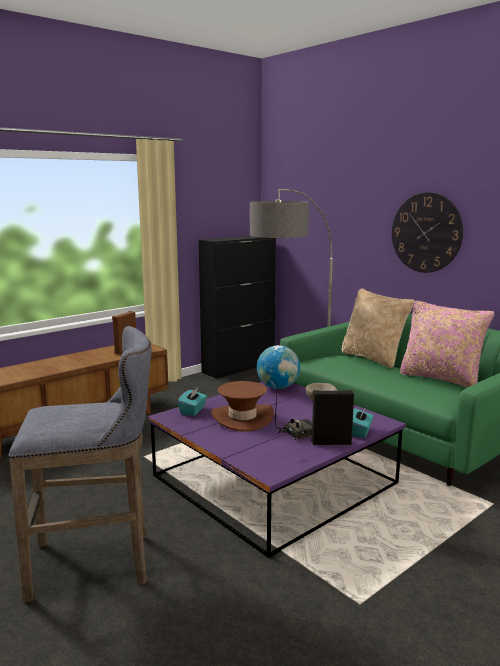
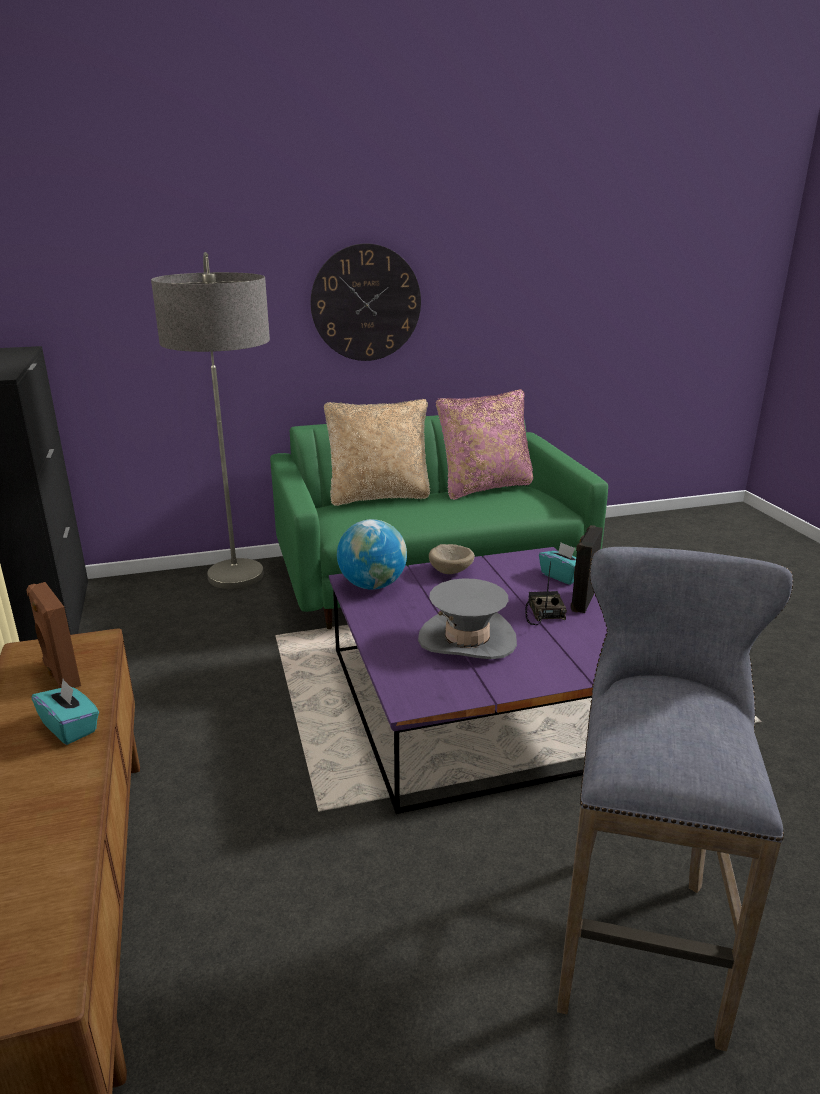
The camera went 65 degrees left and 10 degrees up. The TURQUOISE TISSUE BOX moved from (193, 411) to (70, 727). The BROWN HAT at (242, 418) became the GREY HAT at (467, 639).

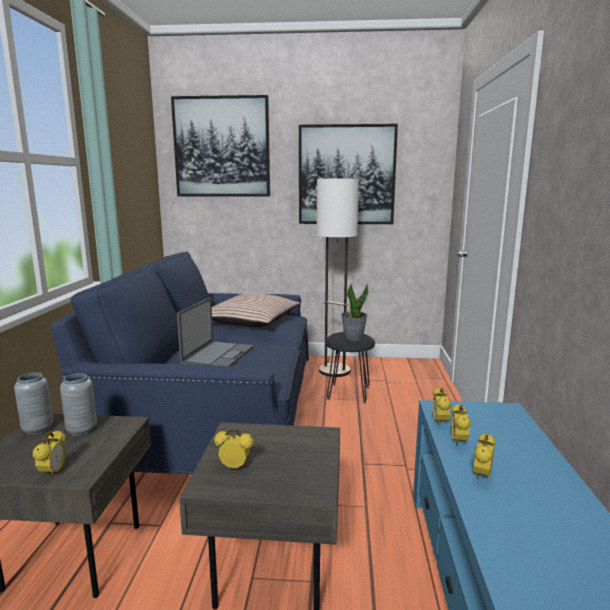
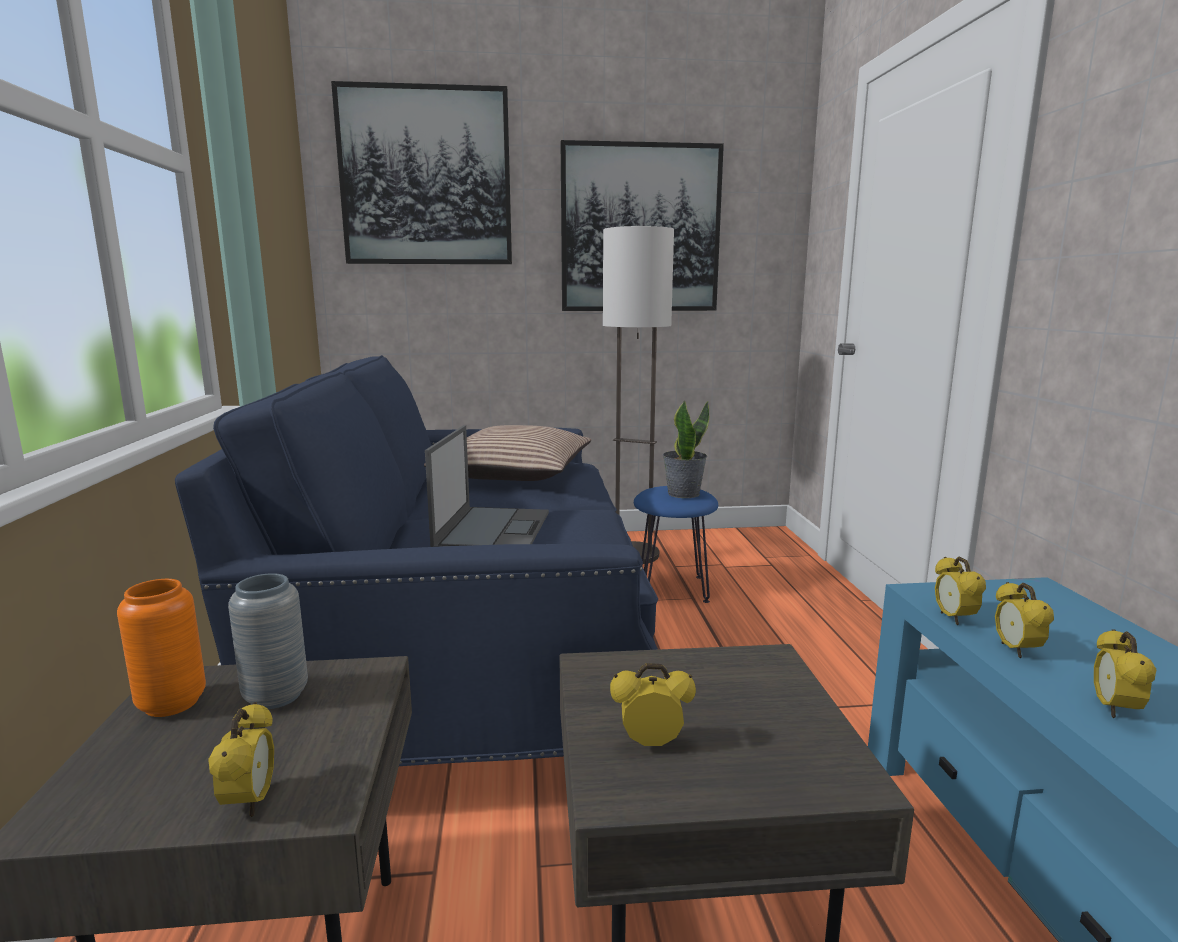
The camera went 10 degrees left and 0 degrees up. The GREY VASE at (38, 429) became the ORANGE VASE at (172, 703). The BLACK STOOL at (348, 393) became the BLUE STOOL at (673, 588).

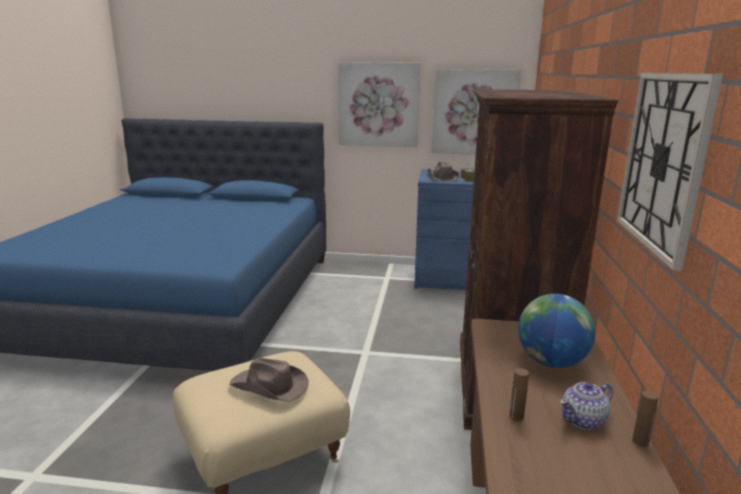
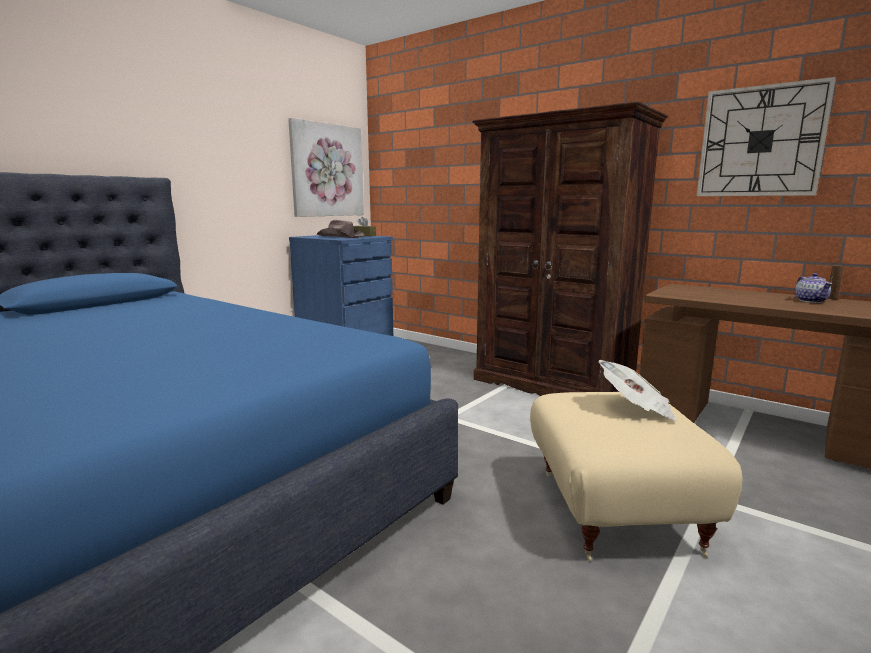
The camera went 60 degrees left and 5 degrees down. The PICTURE at (378, 105) disappeared. The BROWN BOTTLE at (516, 416) disappeared. The GLOBE at (551, 362) disappeared. The BROWN HAT at (270, 386) was replaced by the NEWSPAPER at (636, 409).

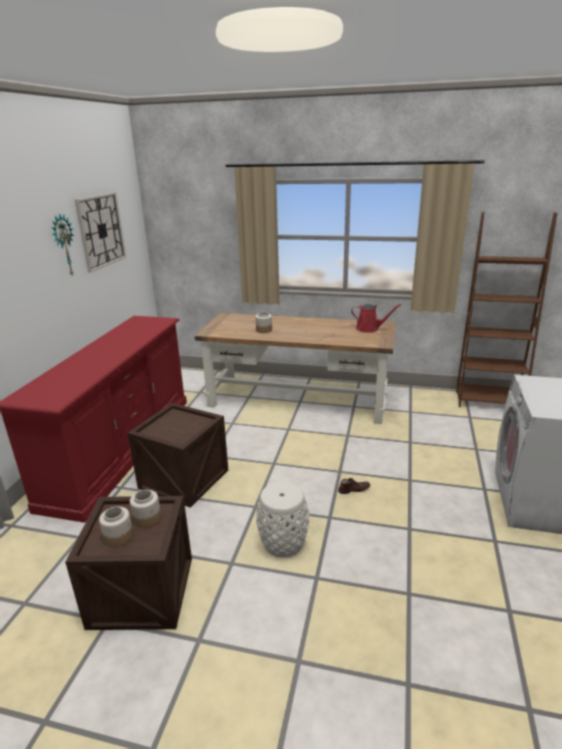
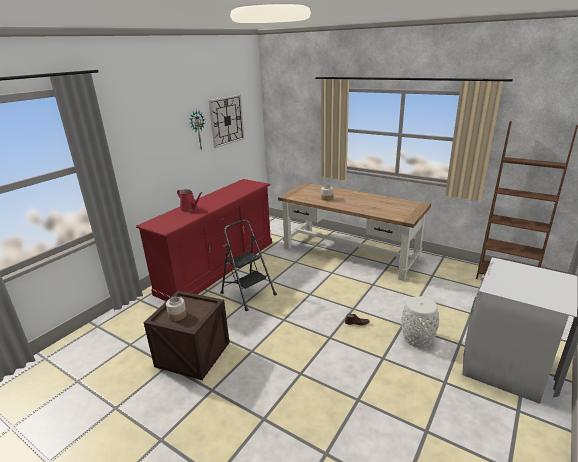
The camera went 20 degrees right and 0 degrees up. The JAR at (147, 518) disappeared. The WHITE STOOL moved from (283, 543) to (417, 338). The RED WATERING CAN moved from (369, 329) to (190, 209). The CRATE at (184, 479) was replaced by the BLACK STEP LADDER at (247, 292).

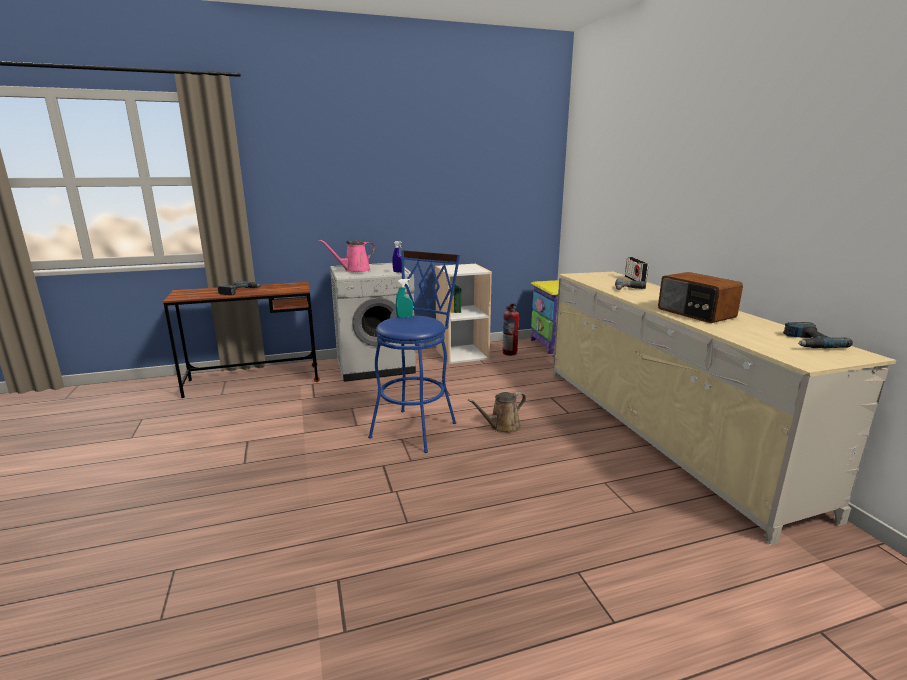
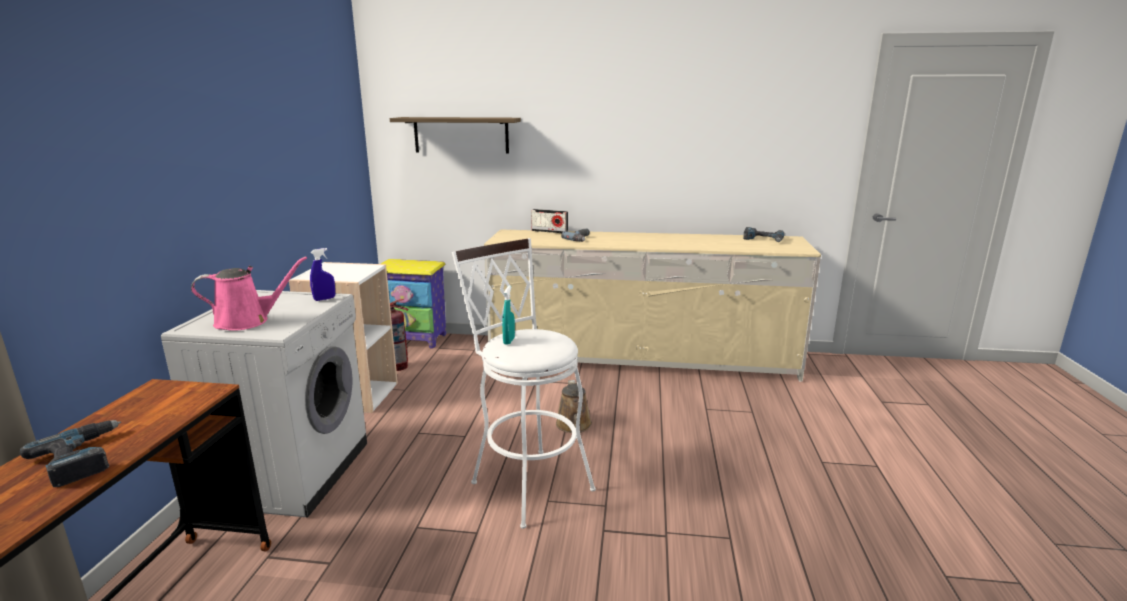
The camera went 65 degrees left and 0 degrees up. The RADIO at (695, 313) disappeared. The SHELF at (461, 135) appeared. The BLUE STOOL at (417, 426) became the WHITE STOOL at (527, 481). The PINK WATERING CAN at (354, 270) turned 105 degrees counterclockwise.

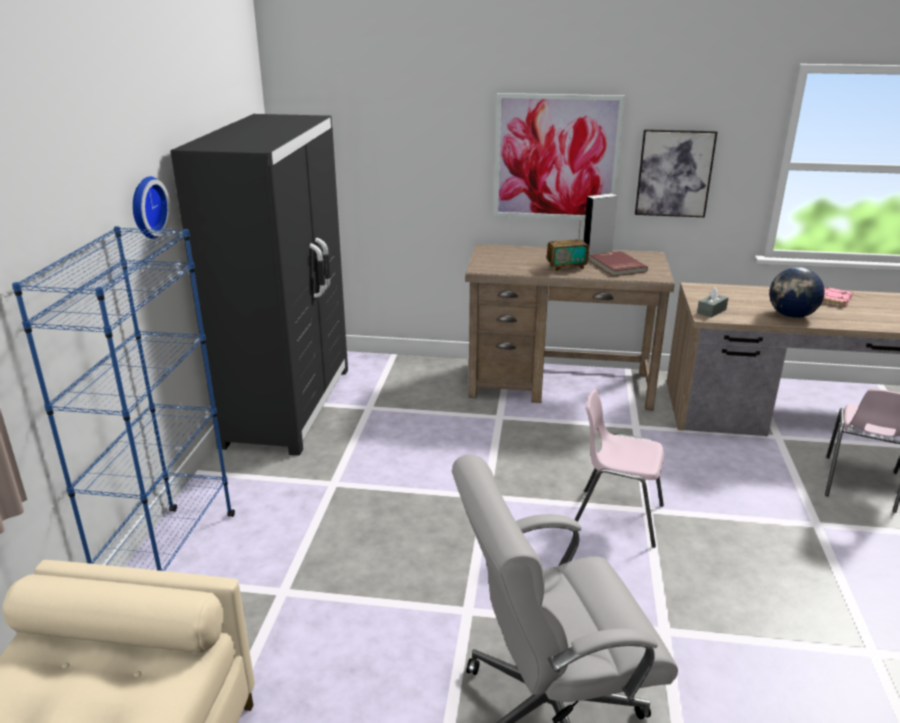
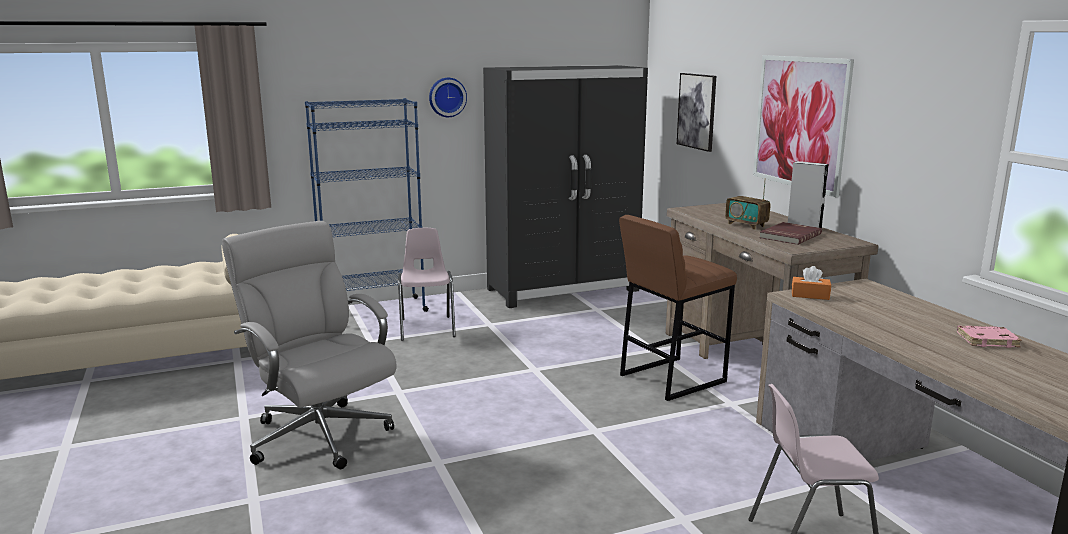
The camera went 60 degrees right and 10 degrees down. The GLOBE at (791, 316) disappeared. The BROWN STOOL at (670, 379) appeared. The PINK CHAIR moved from (617, 516) to (427, 328). The PICTURE moved from (674, 173) to (697, 111). The GREY TISSUE BOX at (711, 311) became the ORANGE TISSUE BOX at (810, 295).

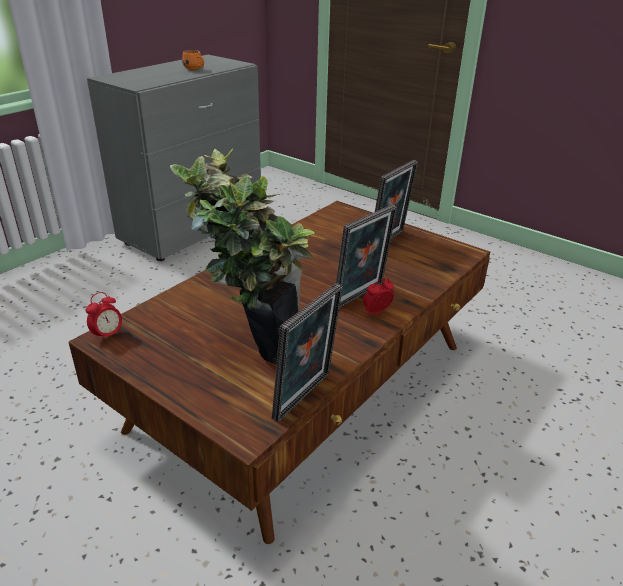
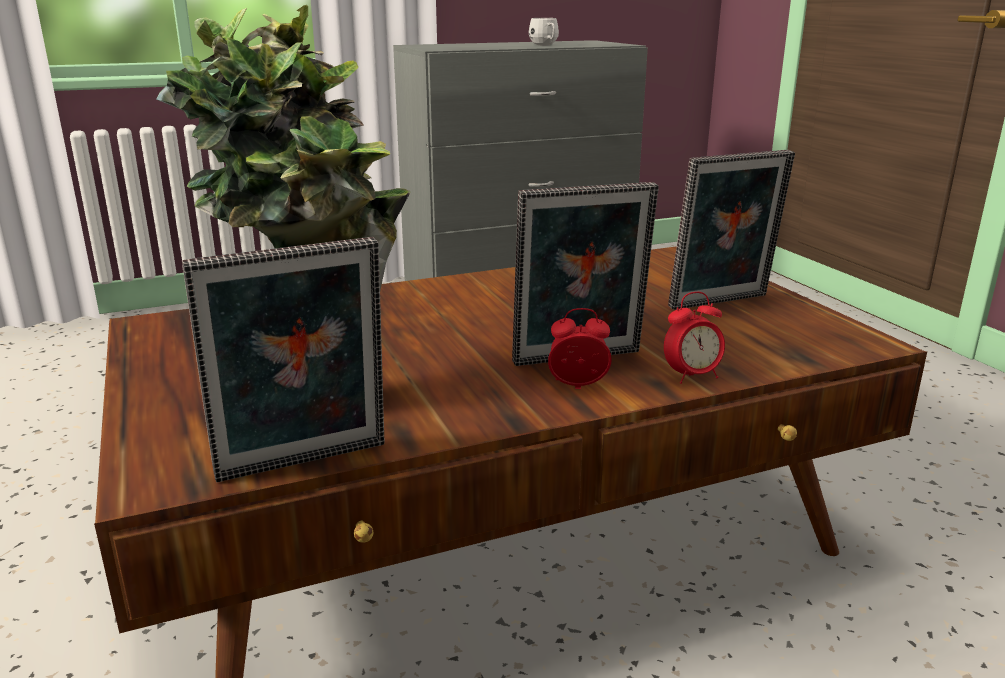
The camera went 30 degrees right and 10 degrees down. The ALARM CLOCK moved from (108, 335) to (692, 376). The ORANGE MUG at (195, 70) became the WHITE MUG at (545, 45).

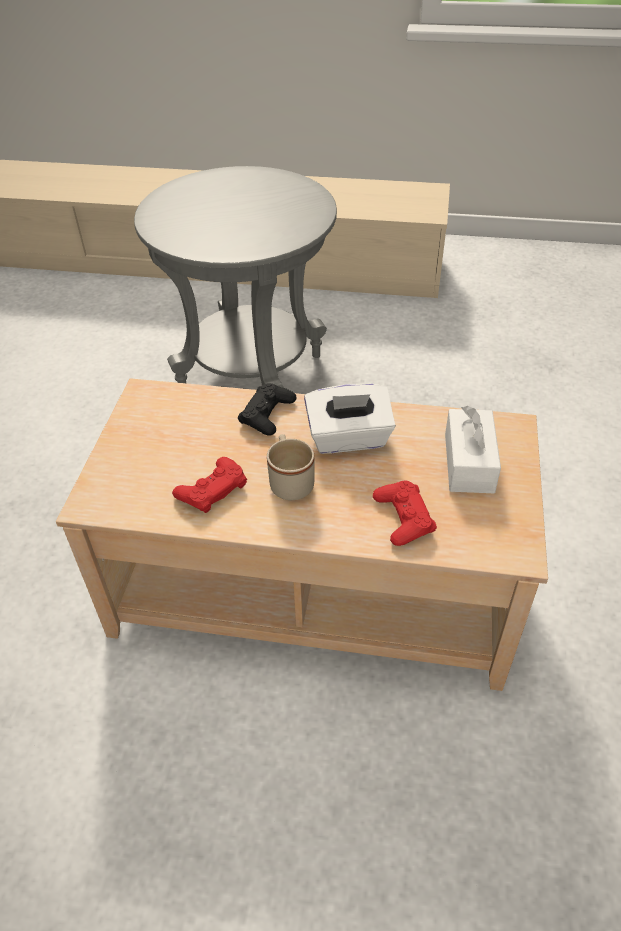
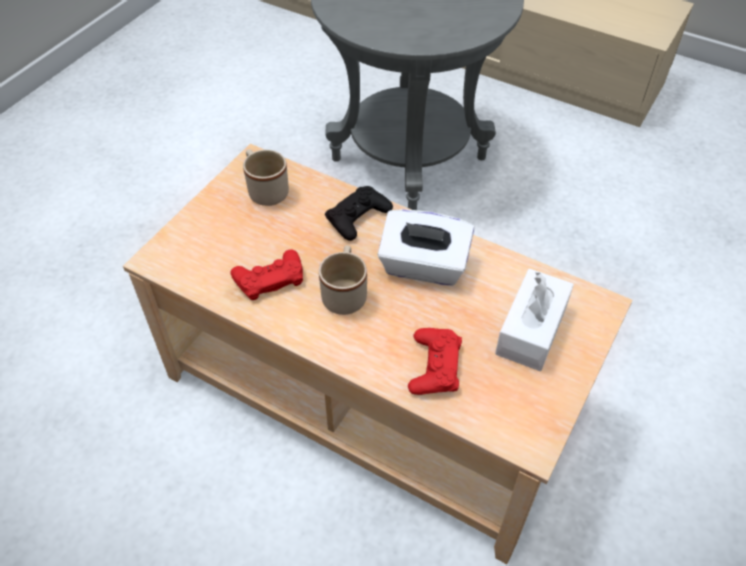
The camera went 20 degrees right and 5 degrees up. The BEIGE MUG at (265, 190) appeared.

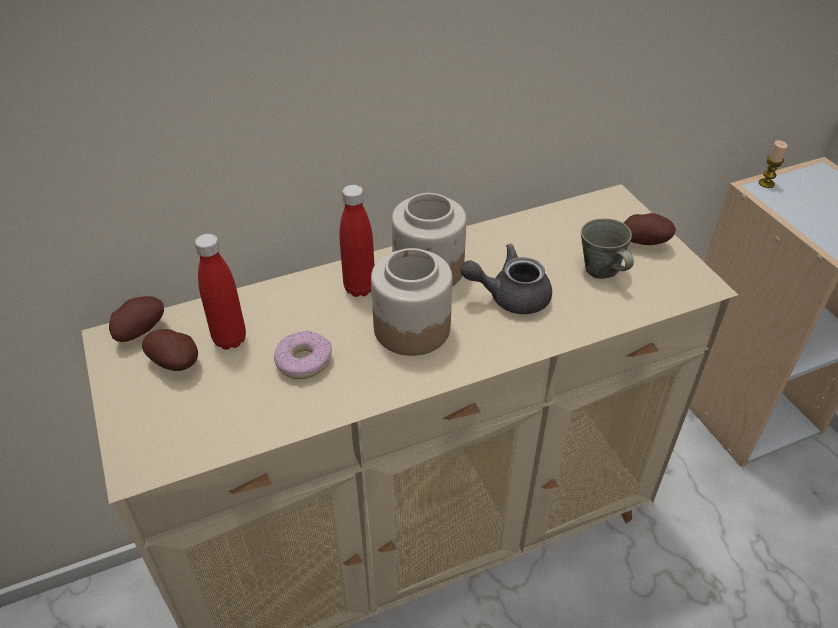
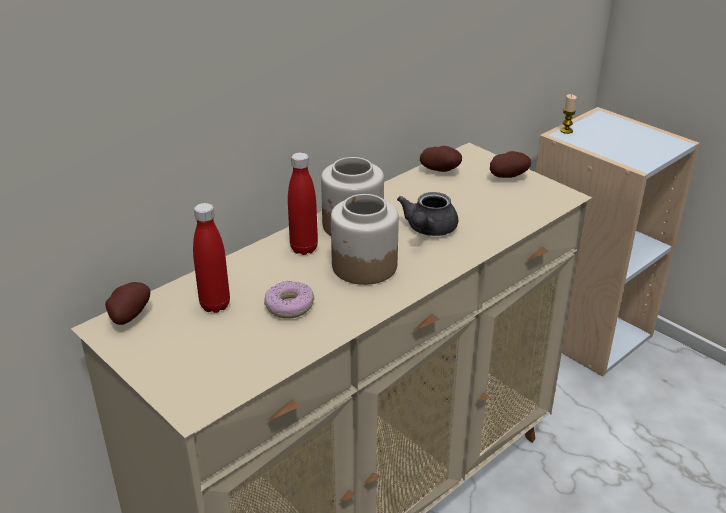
The camera went 20 degrees left and 10 degrees down. The GREY MUG at (602, 270) disappeared. The POTATO moved from (177, 363) to (441, 170). The GREY TEAPOT at (510, 296) turned 45 degrees counterclockwise.

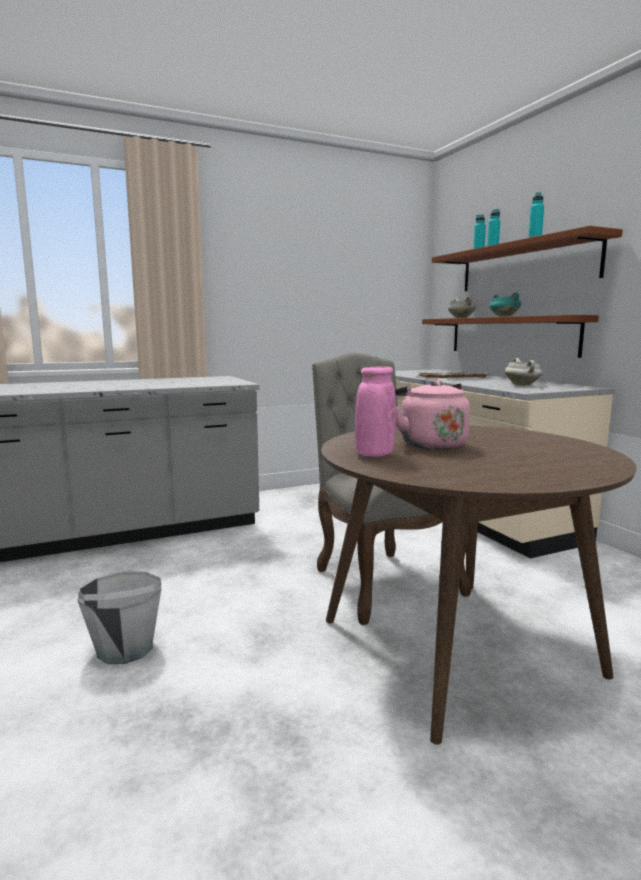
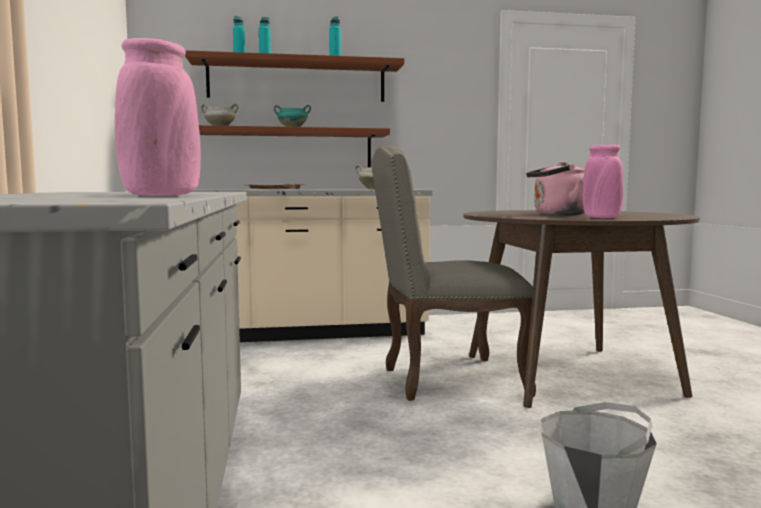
The camera went 75 degrees left and 5 degrees down. The PINK VASE at (161, 195) appeared.

